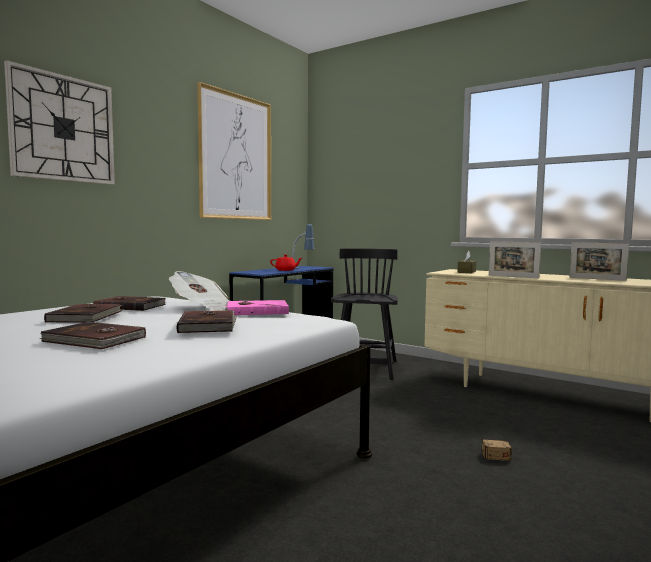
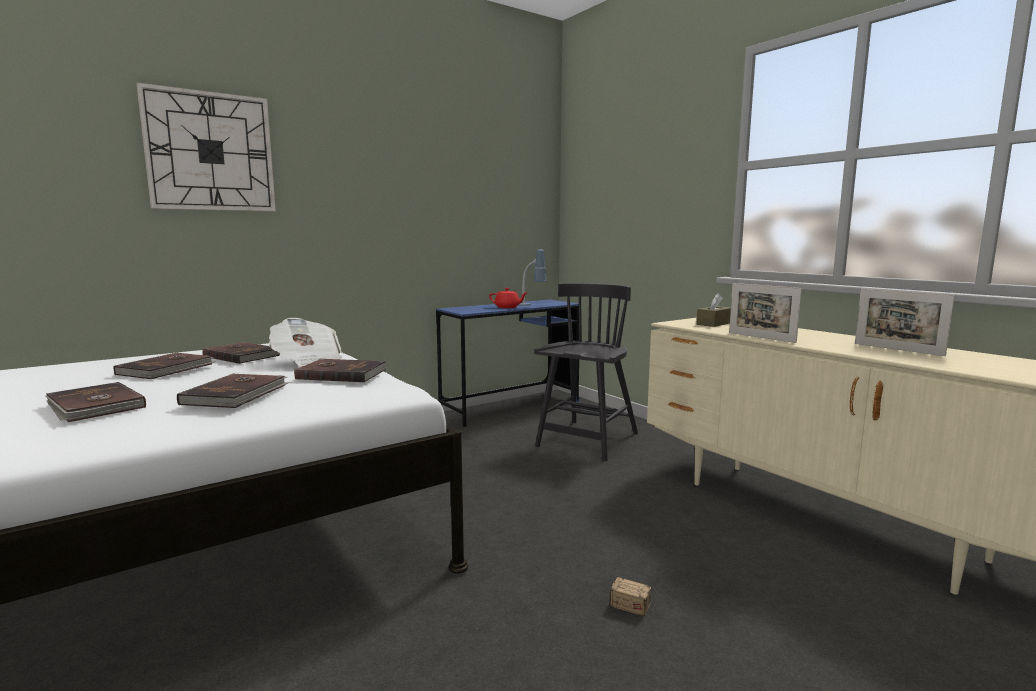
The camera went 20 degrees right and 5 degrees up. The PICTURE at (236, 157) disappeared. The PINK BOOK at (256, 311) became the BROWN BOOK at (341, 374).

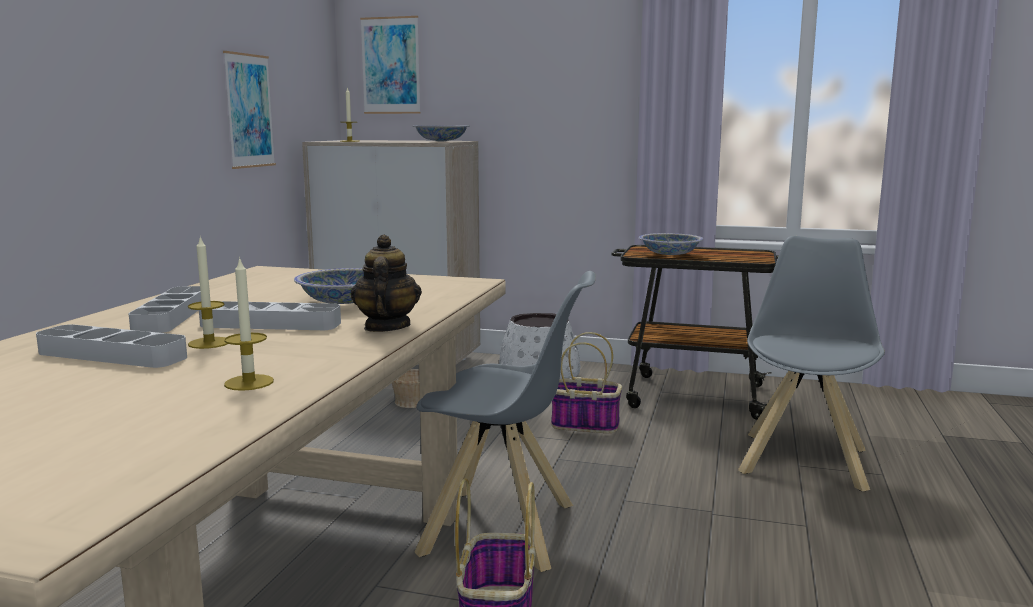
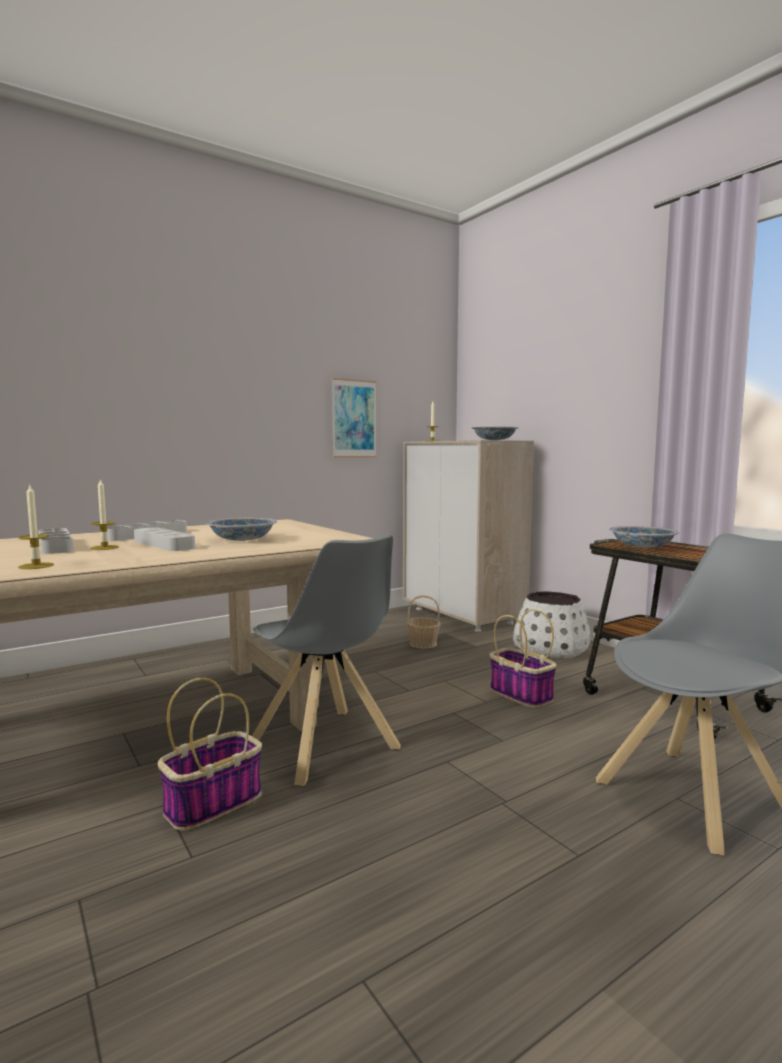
The camera went 40 degrees right and 5 degrees down. The TEAPOT at (386, 327) disappeared. The PICTURE at (391, 65) disappeared.

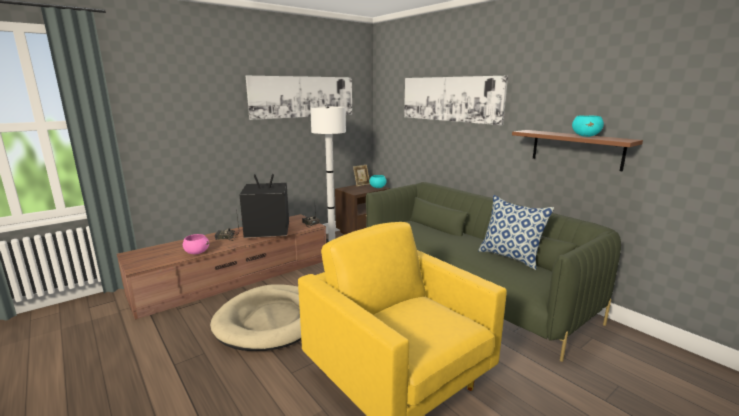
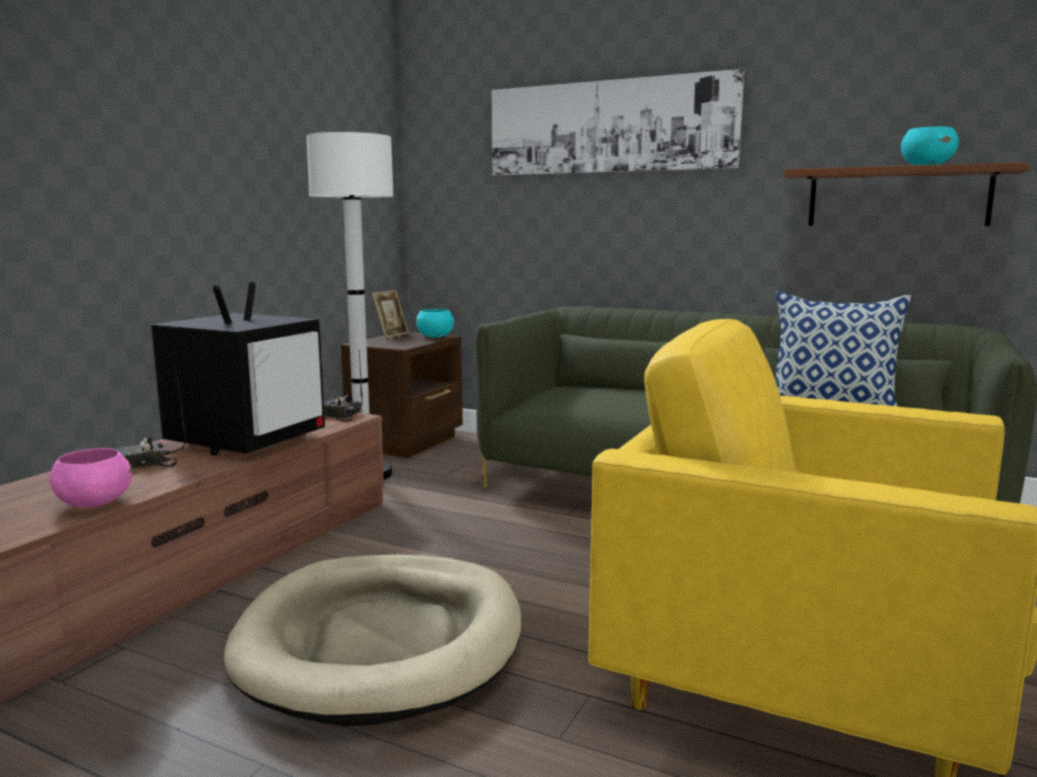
The camera went 25 degrees left and 5 degrees down. The PICTURE at (303, 97) disappeared. The TELEVISION at (267, 232) turned 150 degrees clockwise.

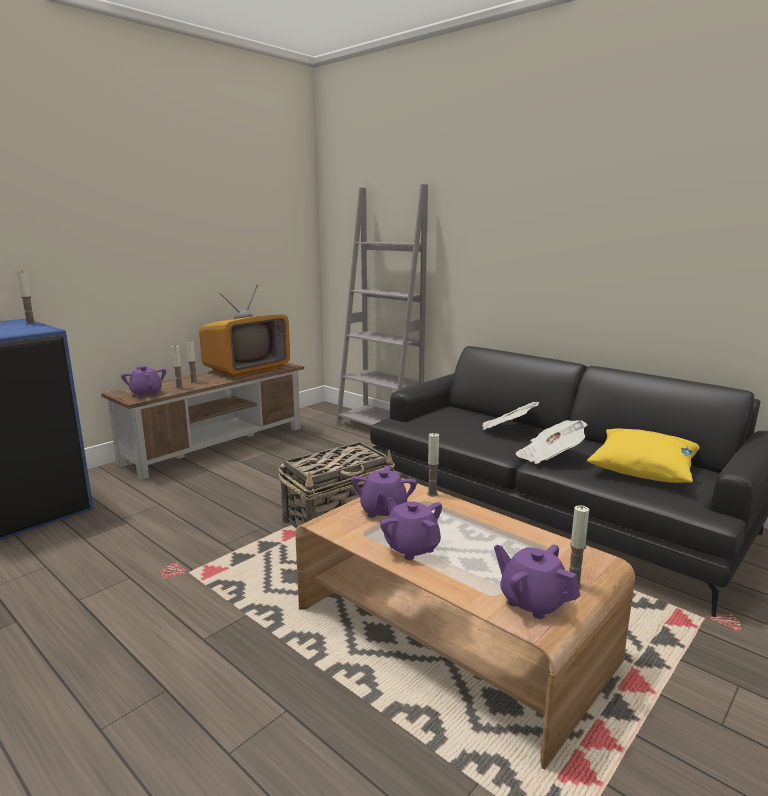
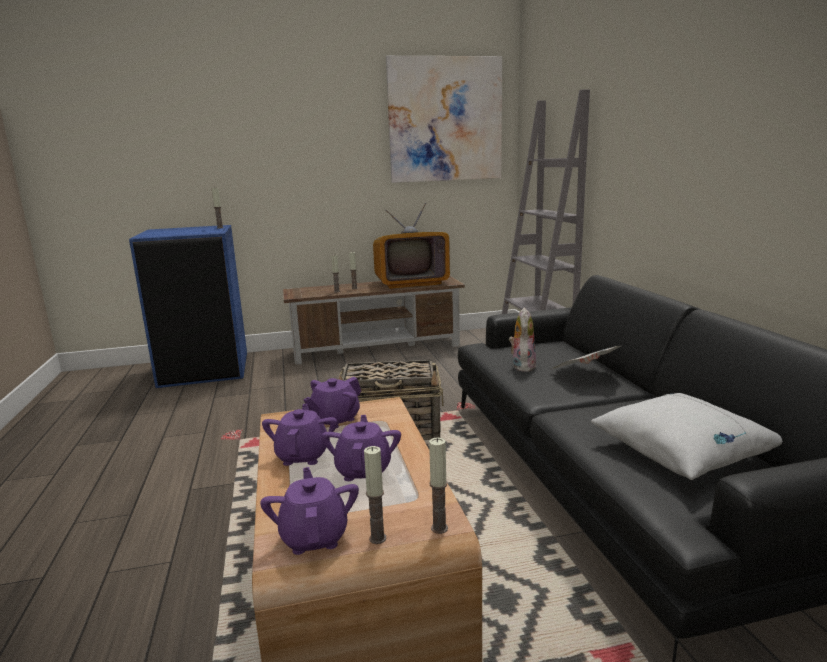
The camera went 35 degrees right and 0 degrees up. The NEWSPAPER at (549, 457) disappeared. The PICTURE at (445, 120) appeared. The PLUSH TOY at (522, 366) appeared. The PURPLE TEAPOT moved from (146, 393) to (363, 470). The CANDLE moved from (432, 494) to (439, 528). The YELLOW PILLOW at (642, 470) became the GREY PILLOW at (681, 453).

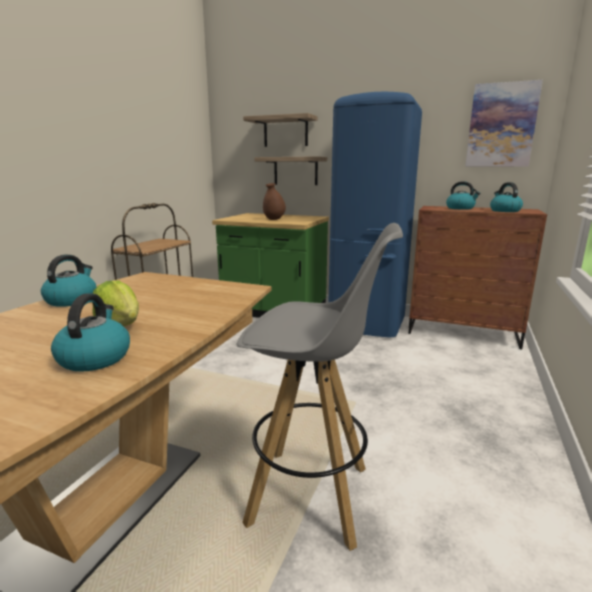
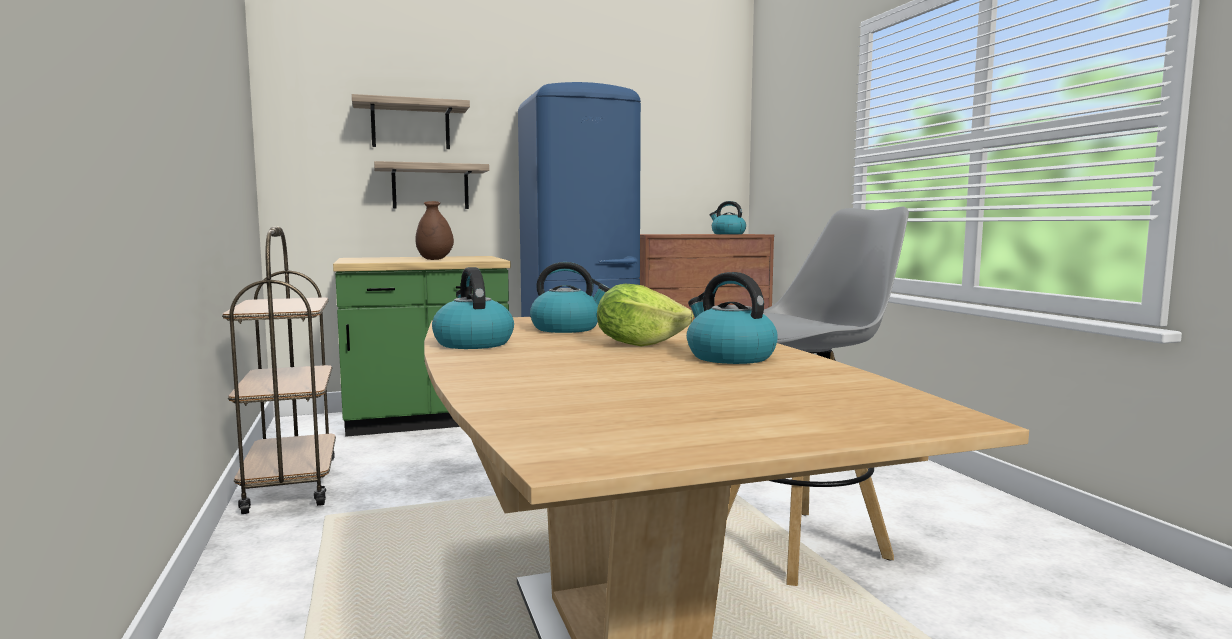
The camera went 40 degrees left and 10 degrees down. The PICTURE at (501, 125) disappeared. The KETTLE moved from (460, 208) to (567, 328).

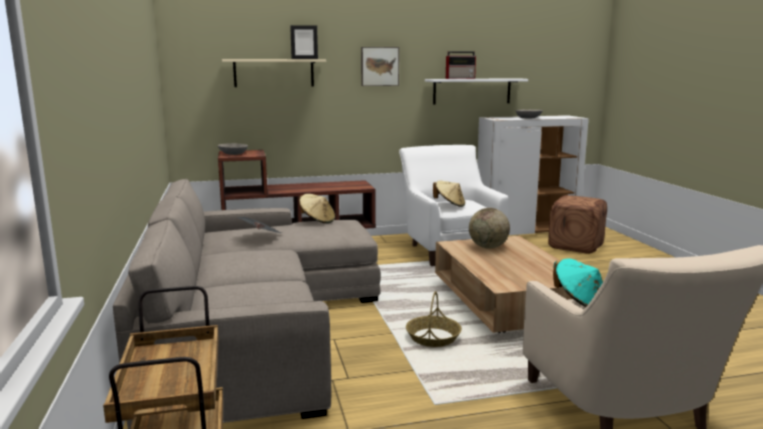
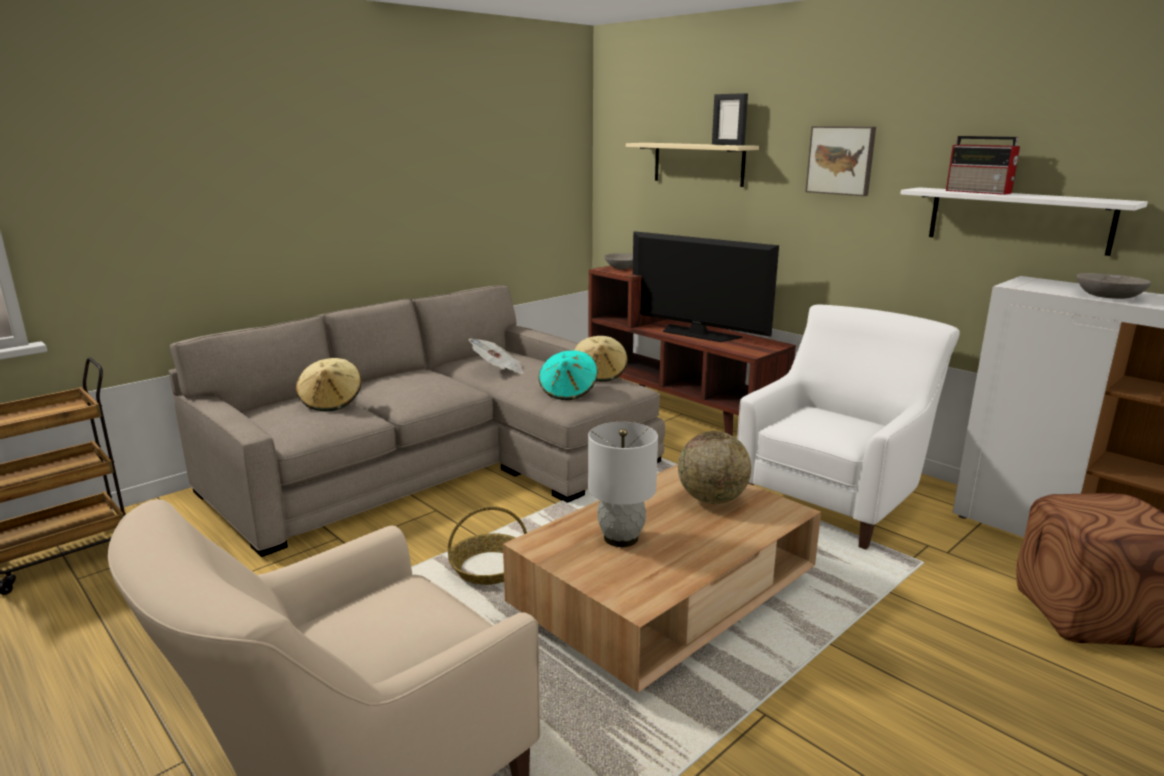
The camera went 60 degrees right and 5 degrees up. The WHITE TABLE LAMP at (621, 538) appeared. The TELEVISION at (698, 334) appeared. The BEIGE HAT moved from (449, 205) to (331, 402). The TURQUOISE HAT moved from (580, 302) to (568, 392).

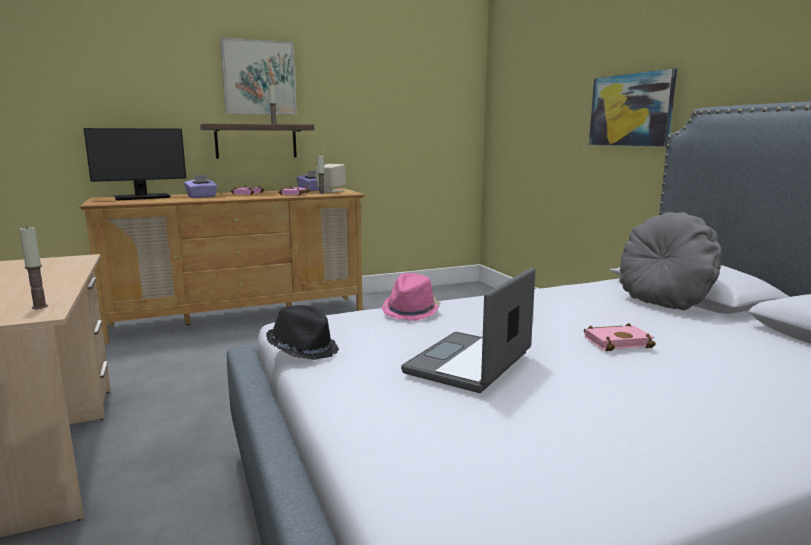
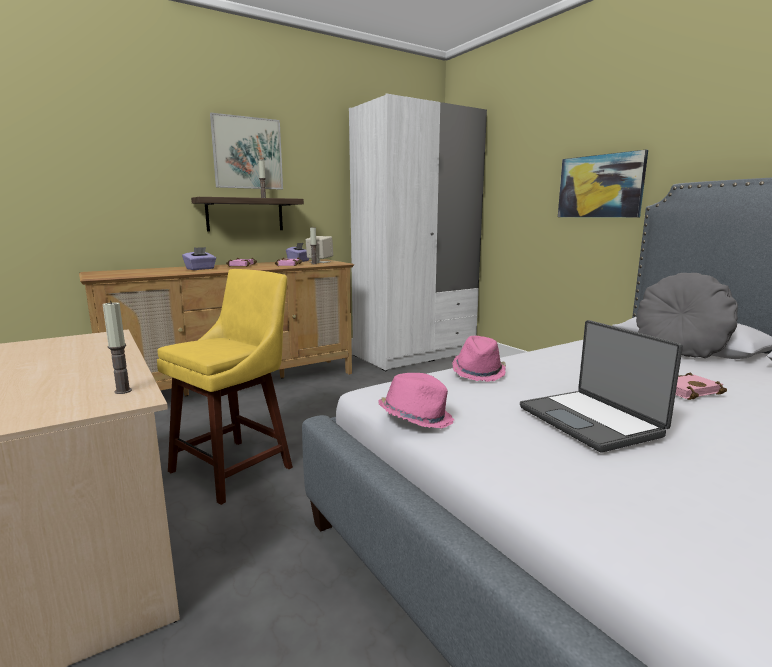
The camera went 10 degrees left and 0 degrees up. The MONITOR at (142, 197) disappeared. The YELLOW CHAIR at (236, 467) appeared. The WHITE WARDROBE at (415, 354) appeared. The BLACK HAT at (303, 349) became the PINK HAT at (416, 418). The LAPTOP at (470, 363) turned 45 degrees counterclockwise.

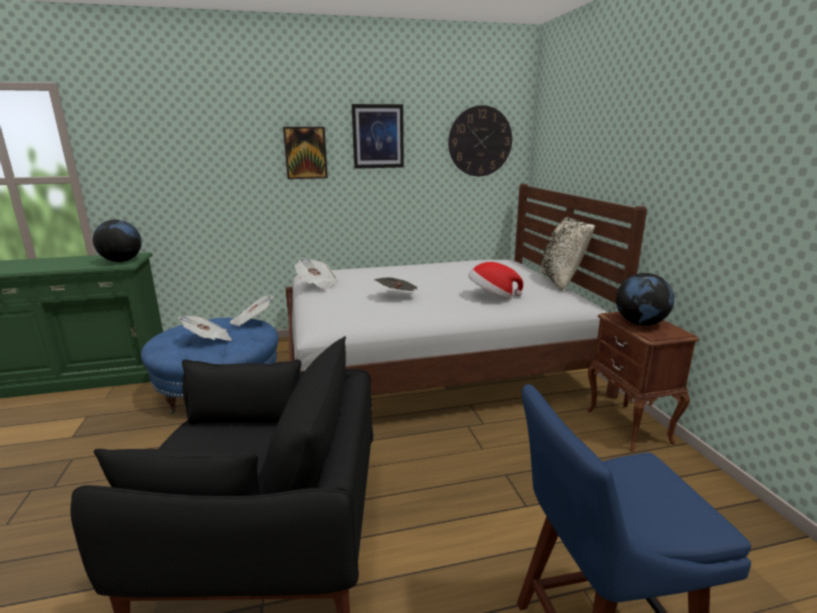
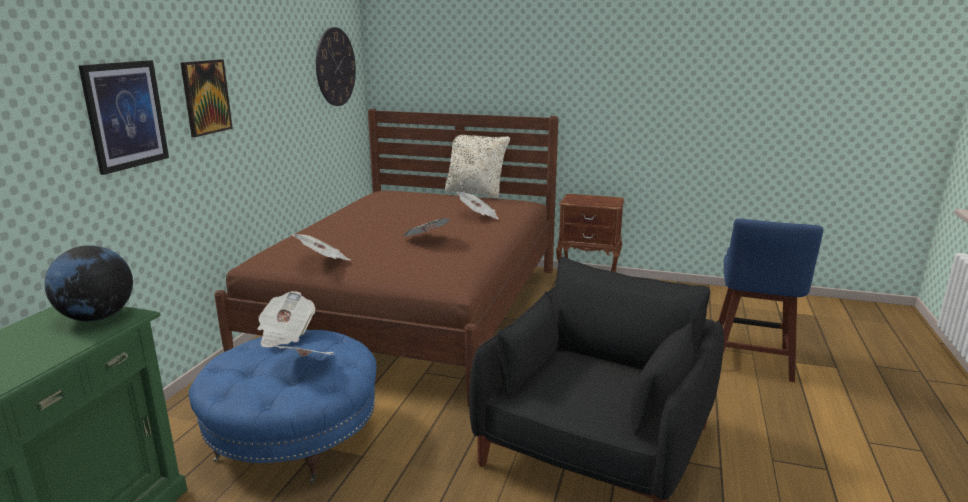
The camera went 60 degrees left and 0 degrees up. The GLOBE at (640, 323) disappeared. The PICTURE moved from (378, 136) to (125, 115). The HAT at (492, 297) was replaced by the NEWSPAPER at (478, 216). The WHITE BED at (432, 365) became the BROWN BED at (414, 311).

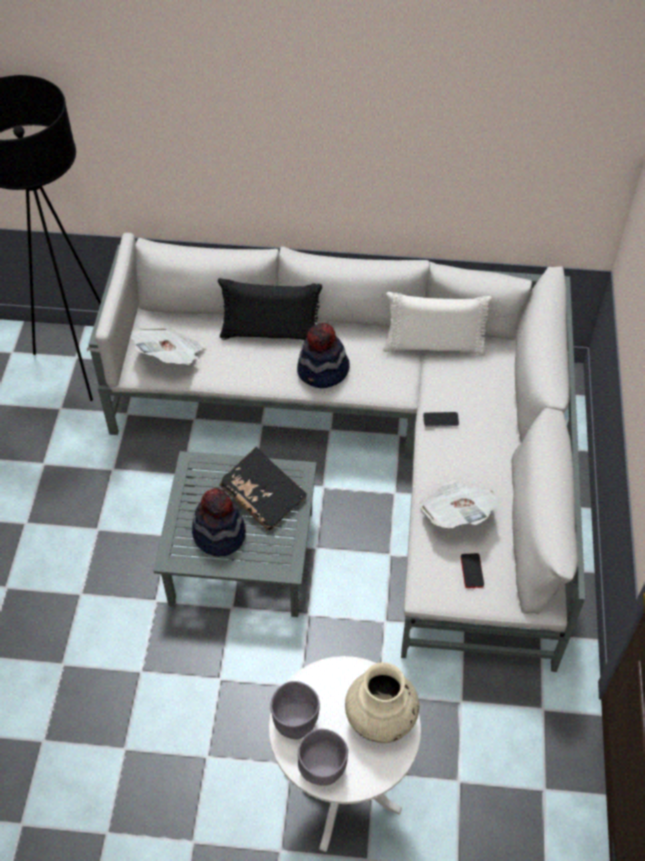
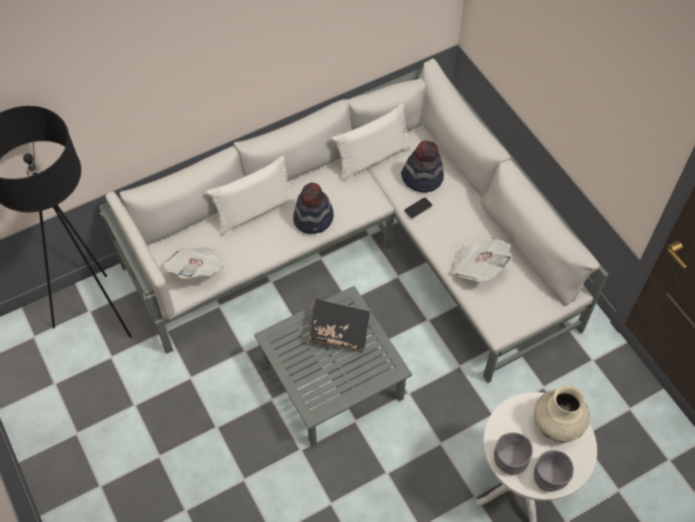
The camera went 35 degrees left and 5 degrees up. The PHONE at (472, 571) disappeared. The HAT moved from (219, 534) to (422, 177). The BLACK PILLOW at (270, 333) became the WHITE PILLOW at (254, 211).

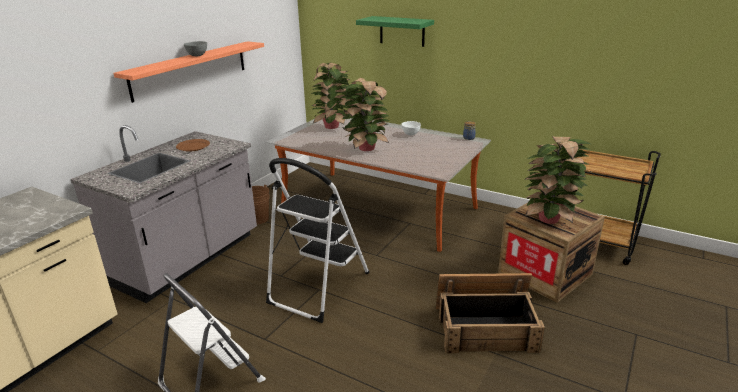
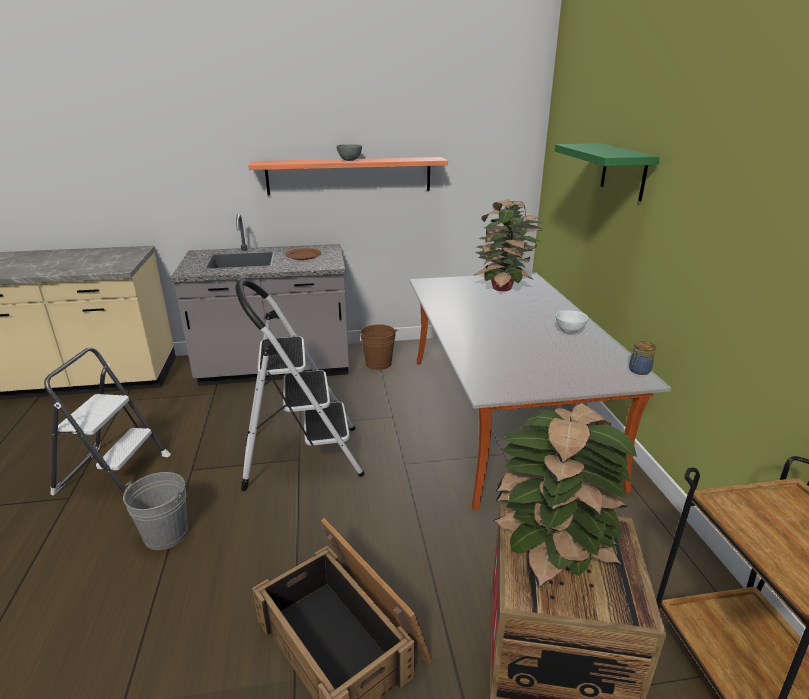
The camera went 50 degrees right and 0 degrees up. The POTTED PLANT at (365, 148) disappeared. The GREY BUCKET at (166, 534) appeared.

